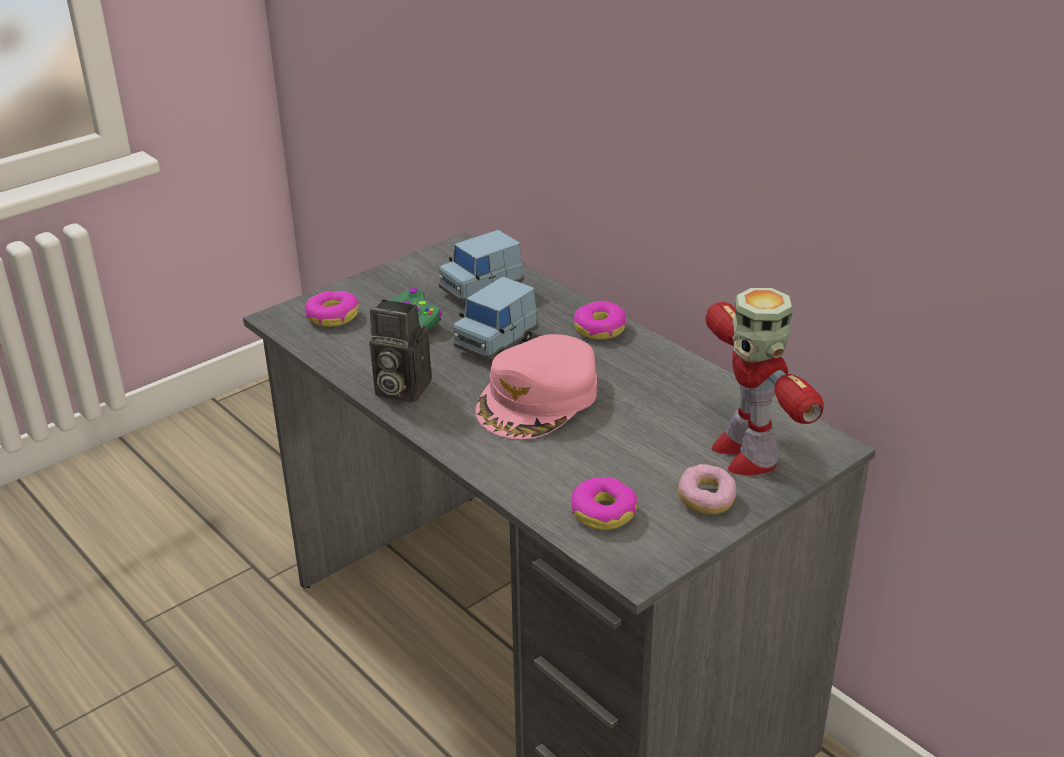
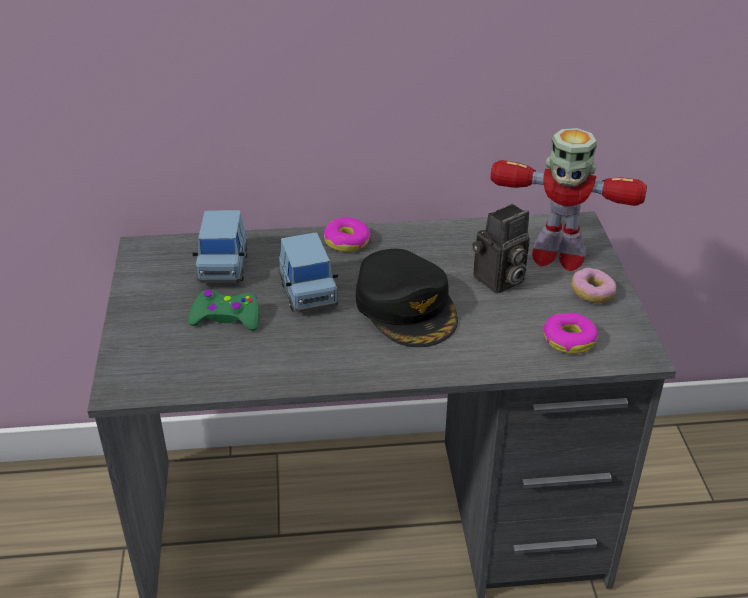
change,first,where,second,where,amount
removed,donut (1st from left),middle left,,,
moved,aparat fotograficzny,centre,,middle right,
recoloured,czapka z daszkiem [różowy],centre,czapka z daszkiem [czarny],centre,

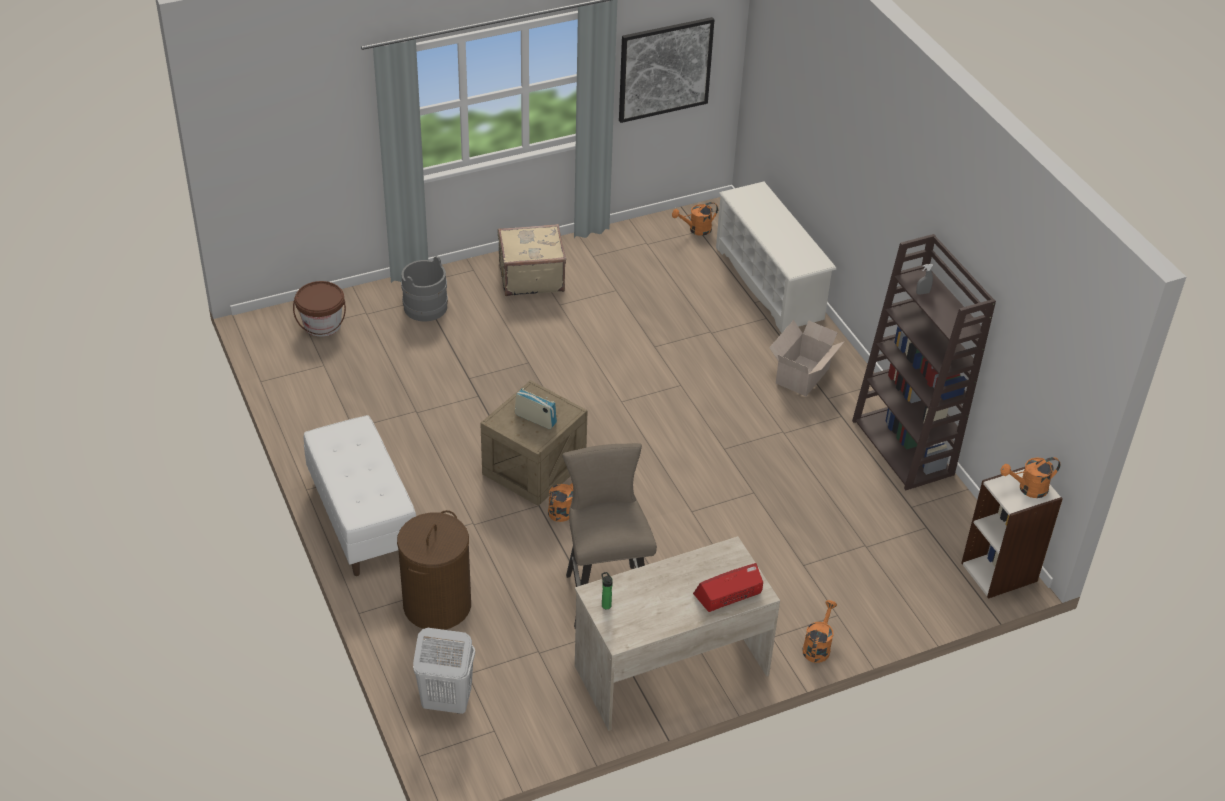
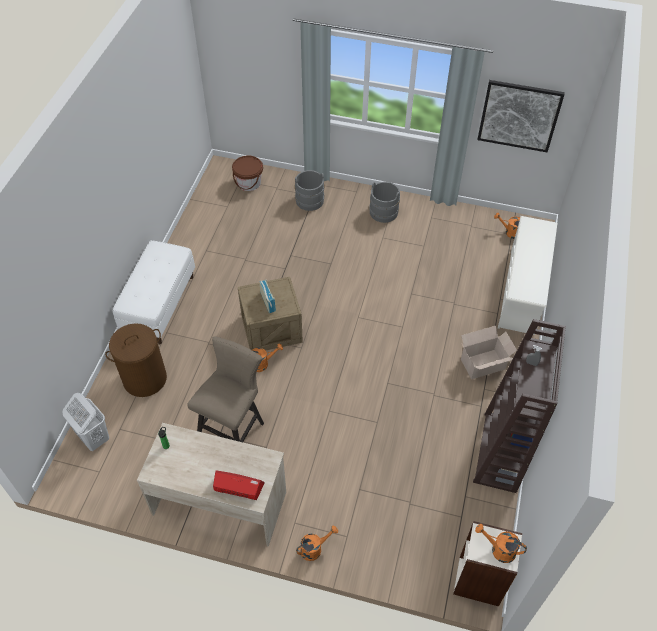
change,first,where,second,where,amount
replaced,walizka [beżowy],top centre,wiadro [szary] (2nd from left),top centre,

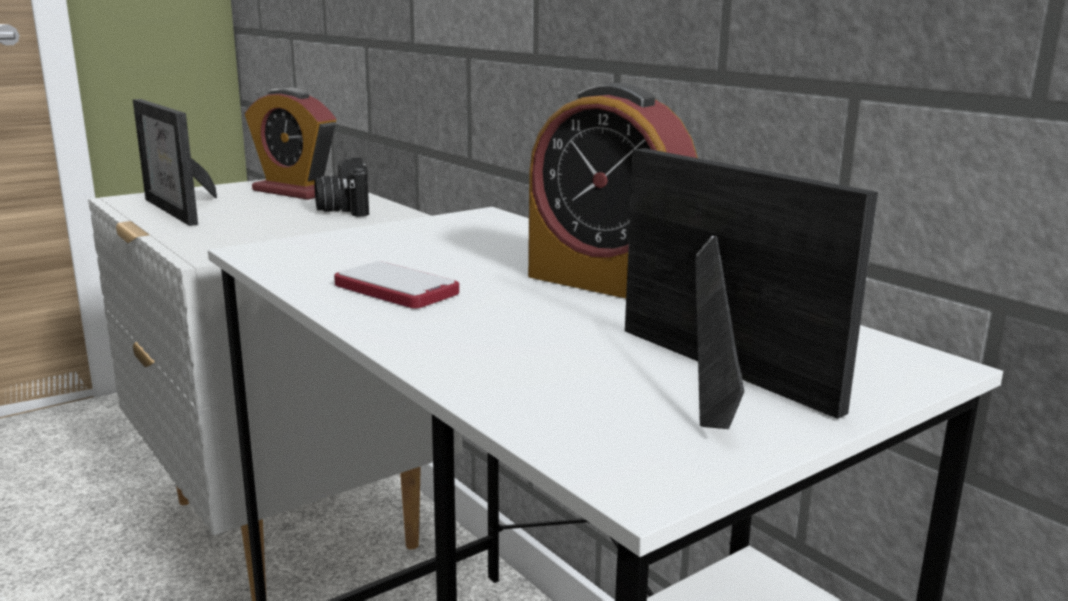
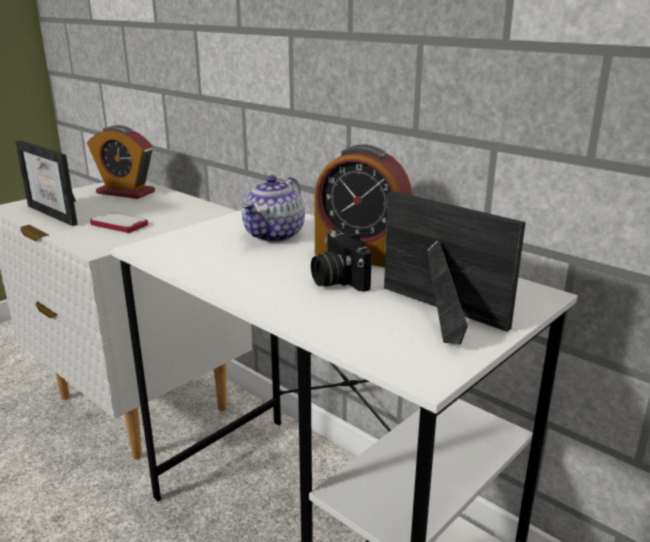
change,first,where,second,where,amount
moved,aparat fotograficzny,top left,,centre,
moved,telefon,centre,,middle left,
added,,,imbryk,centre,

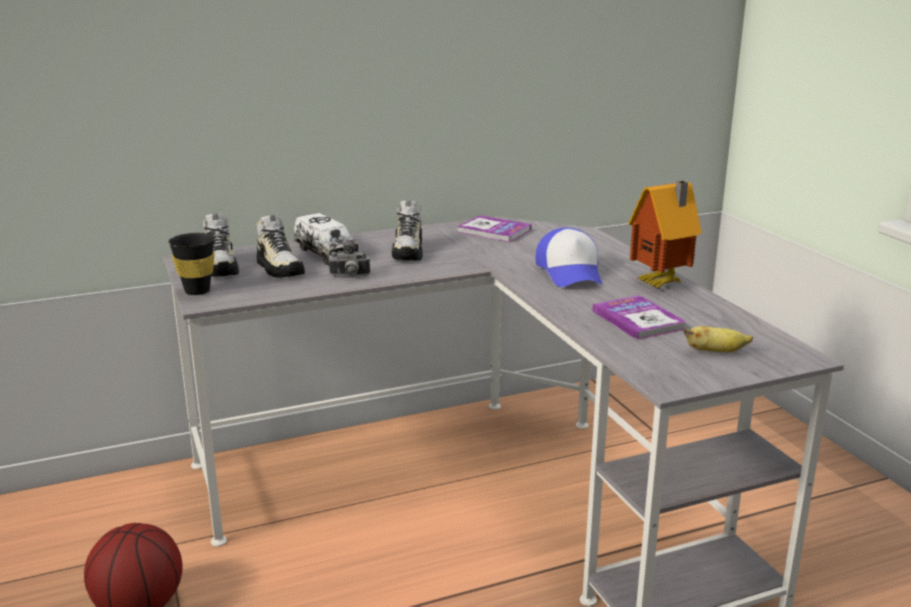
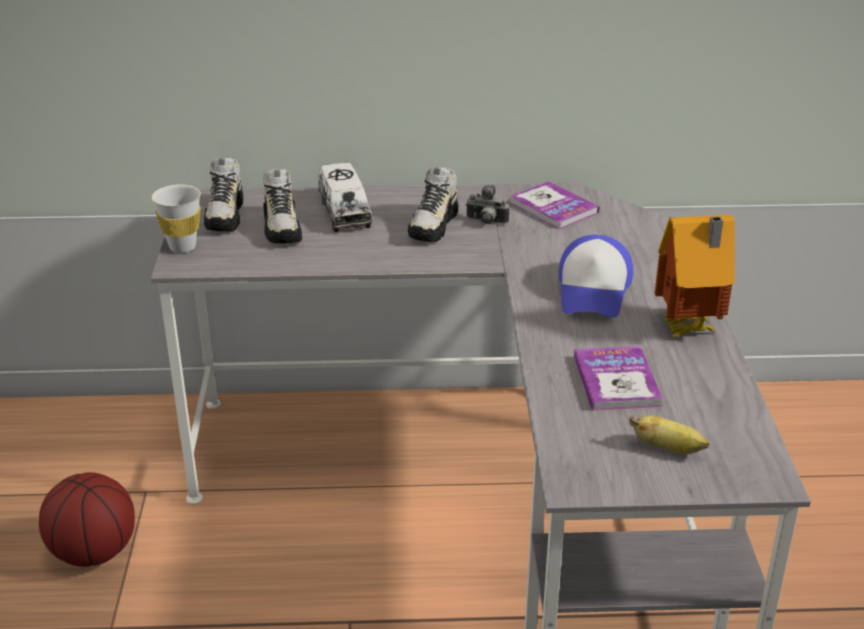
change,first,where,second,where,amount
recoloured,filiżanka [czarny],middle left,filiżanka [biały],middle left,
moved,aparat fotograficzny,centre,,top centre,

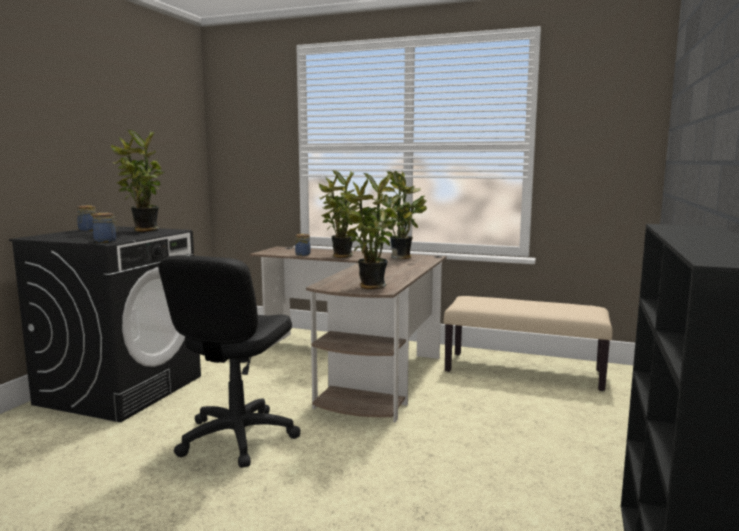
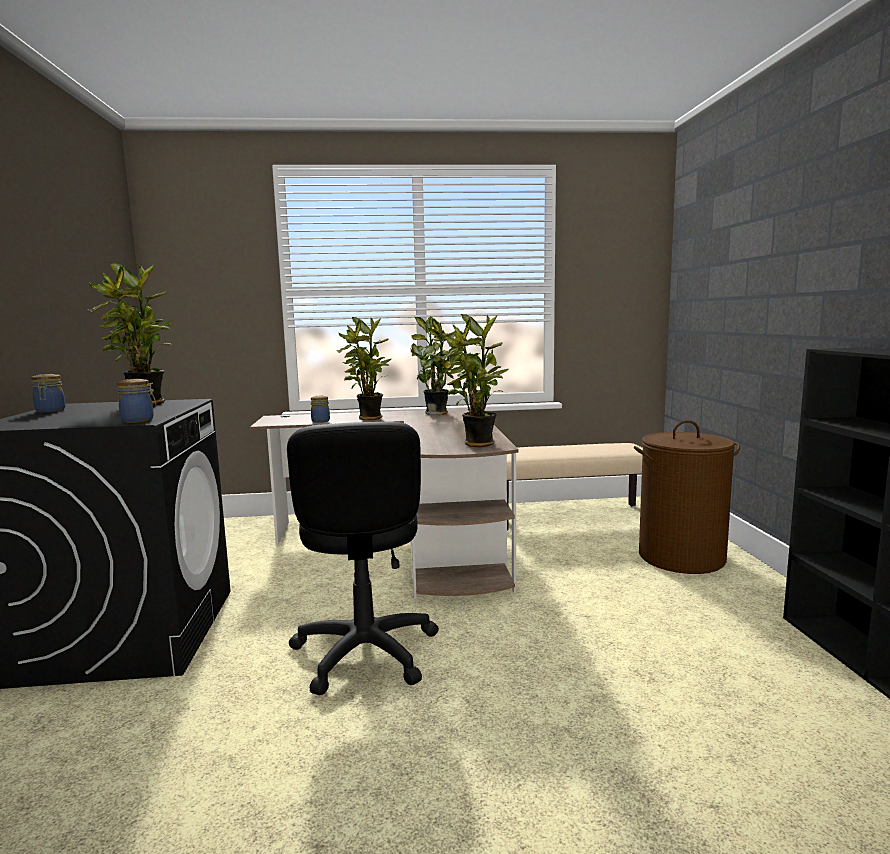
change,first,where,second,where,amount
added,,,kosz na pranie [brązowy],middle right,

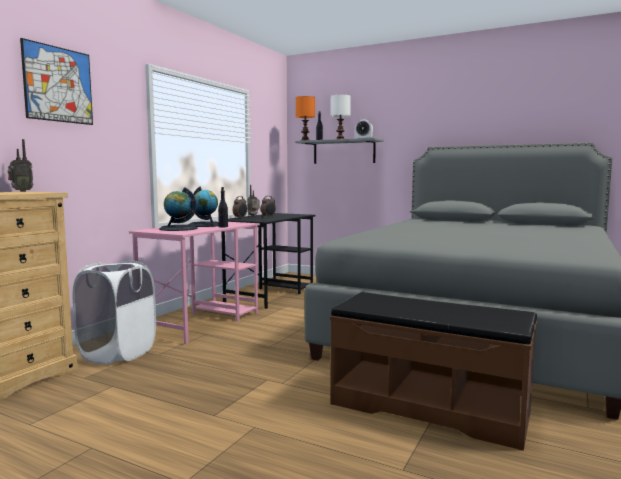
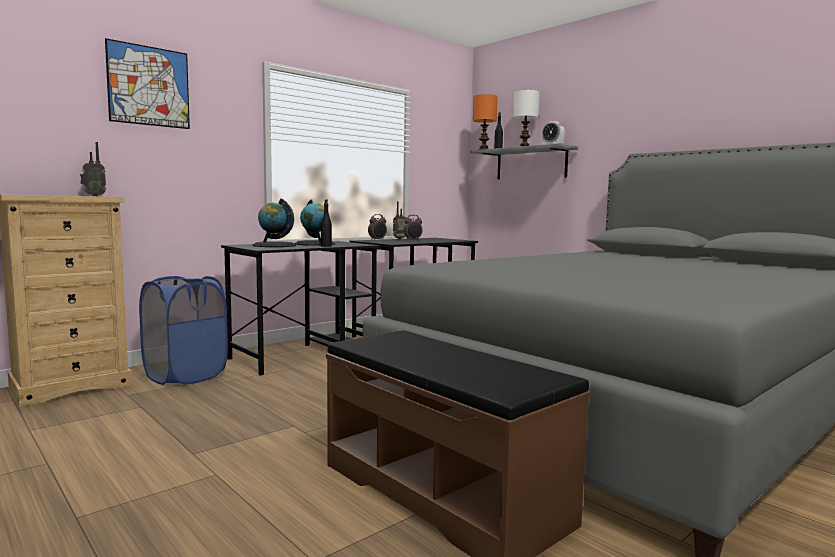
change,first,where,second,where,amount
recoloured,kosz na pranie [biały],middle left,kosz na pranie [niebieski],middle left,
recoloured,biurko [różowy],middle left,biurko [czarny] (1st from left),centre,

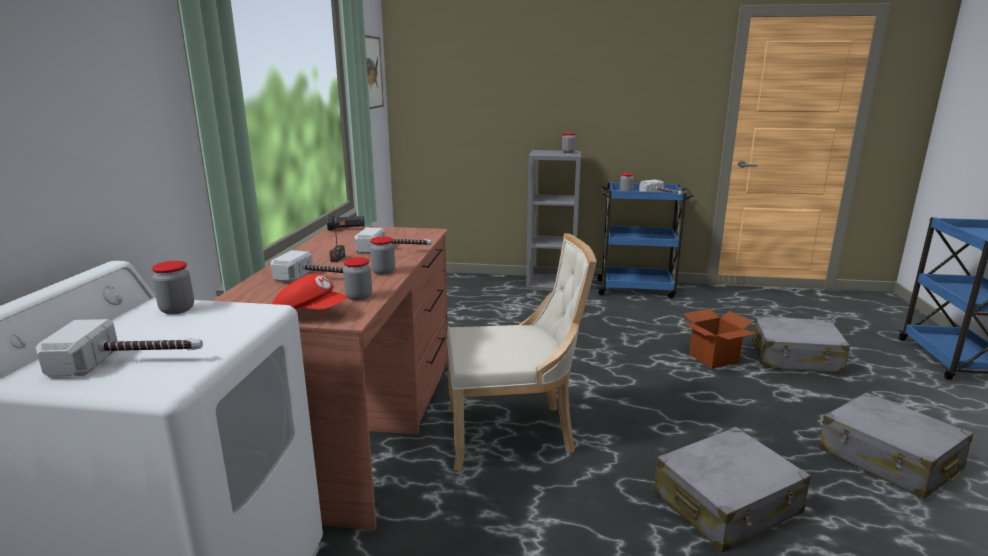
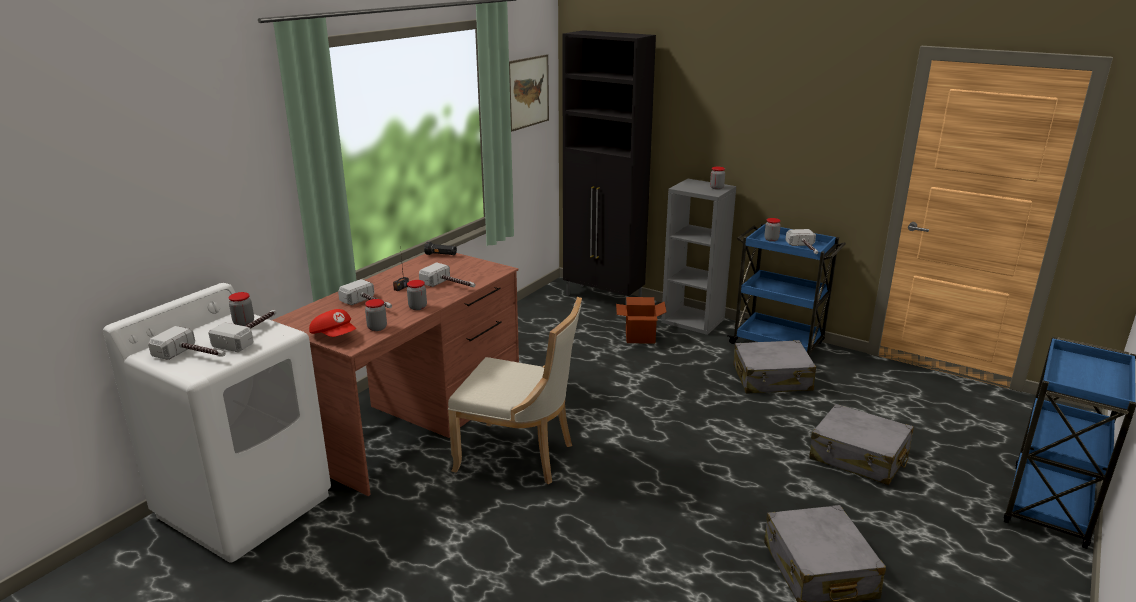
change,first,where,second,where,amount
moved,walizka [szary] (1st from left),bottom right,,middle right,
moved,karton,middle right,,centre,
added,,,młotek (2nd from left),middle left,
added,,,szafka [czarny],top centre,

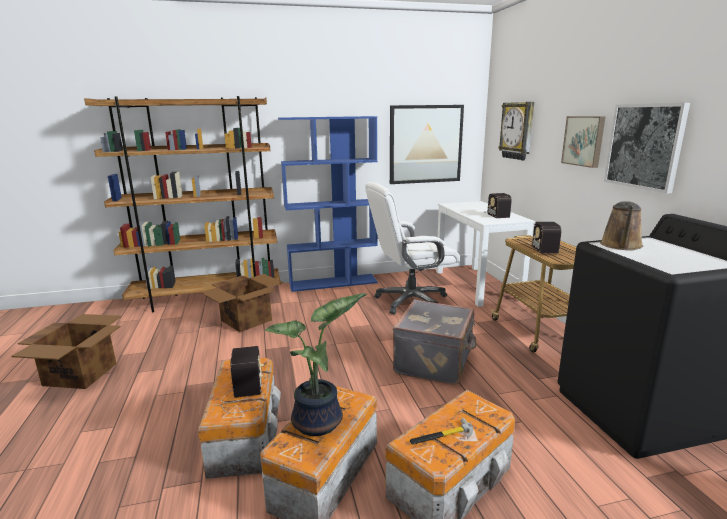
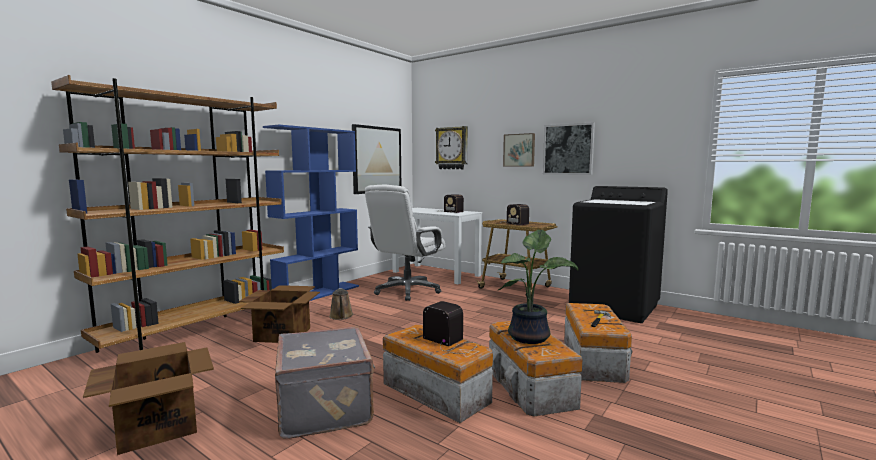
change,first,where,second,where,amount
moved,walizka [szary],centre,,bottom centre,
moved,konewka [brązowy],middle right,,centre,

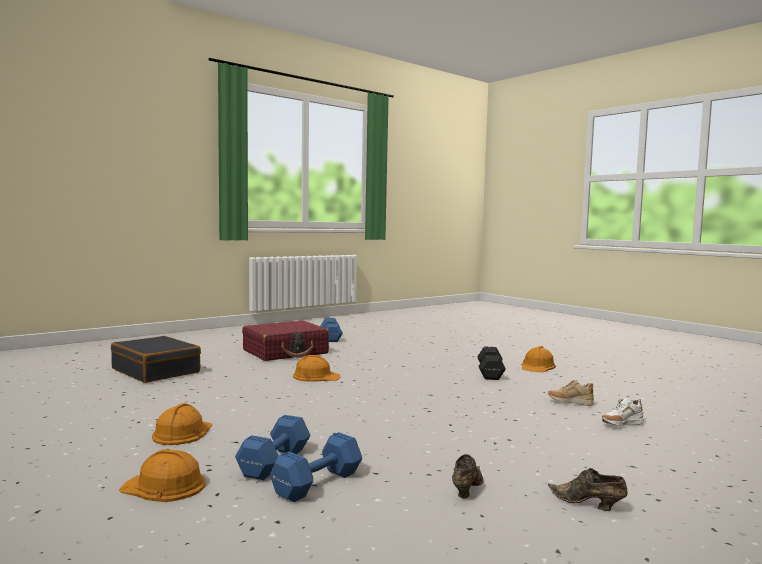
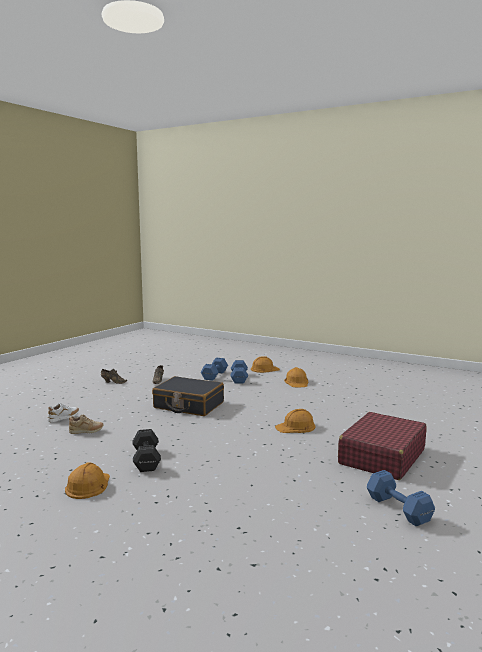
change,first,where,second,where,amount
moved,walizka [czarny],middle left,,centre,

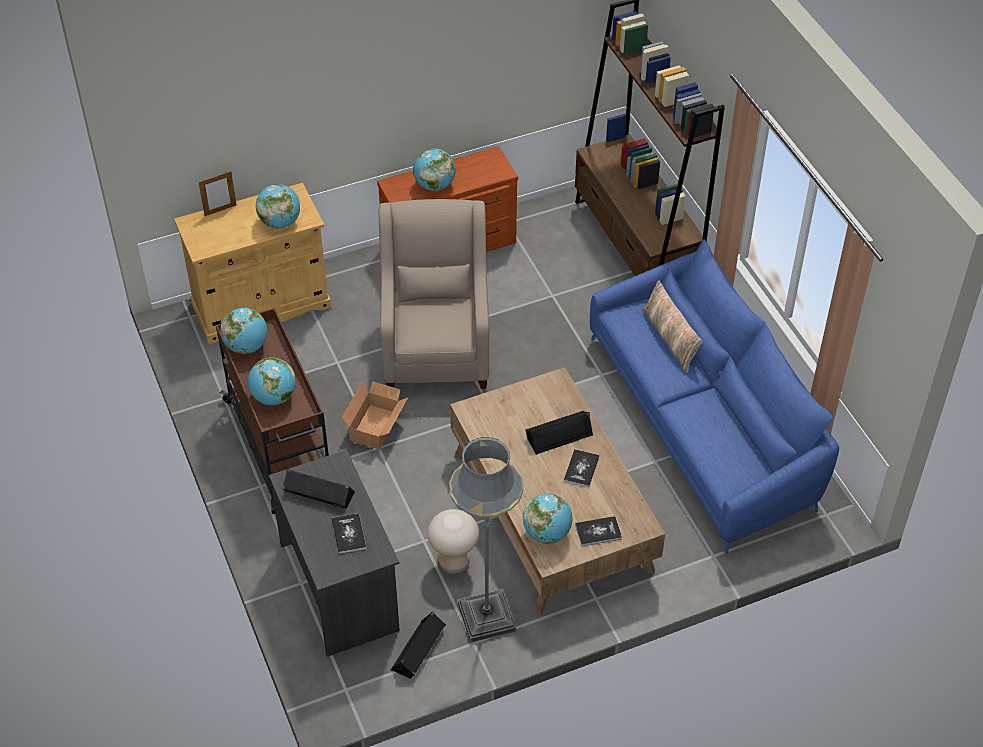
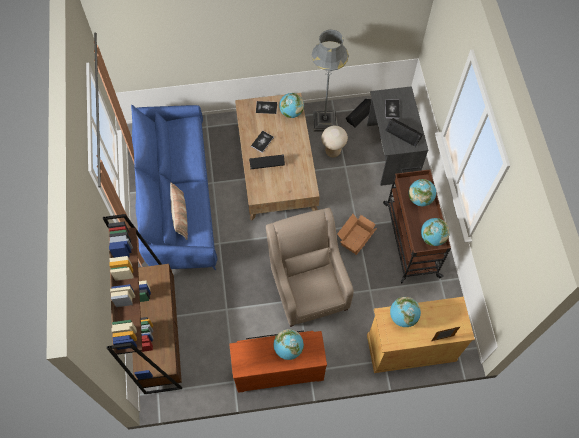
change,first,where,second,where,amount
turned,fotel [beżowy],centre,,centre,150 degrees clockwise

